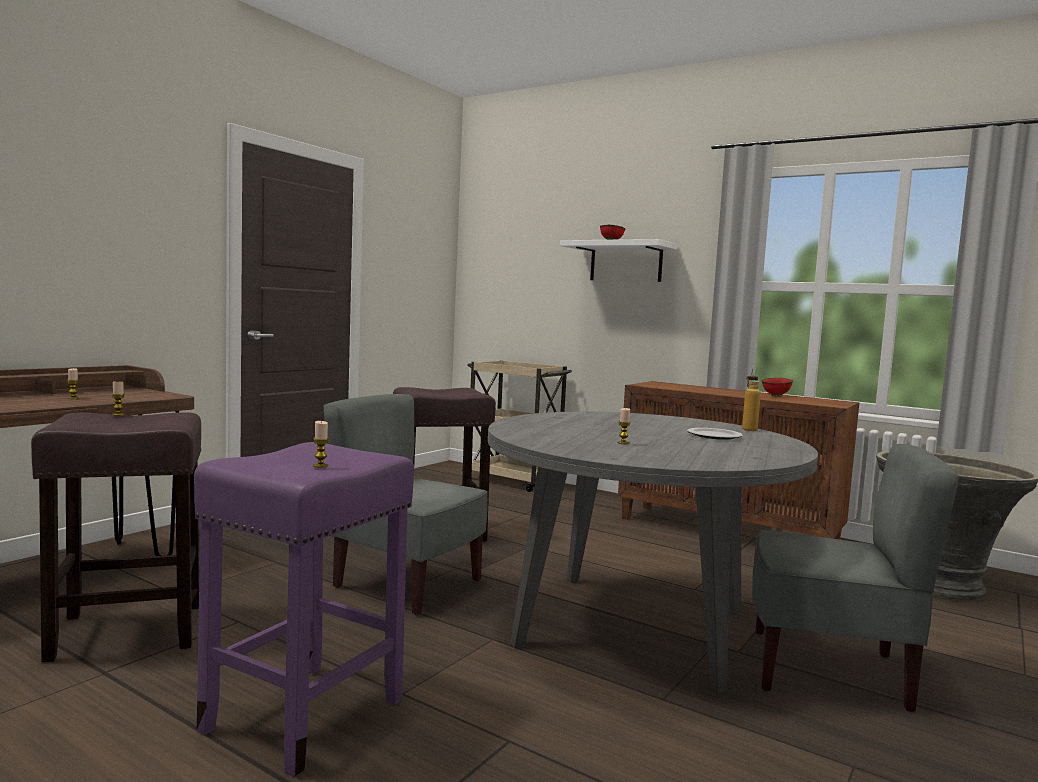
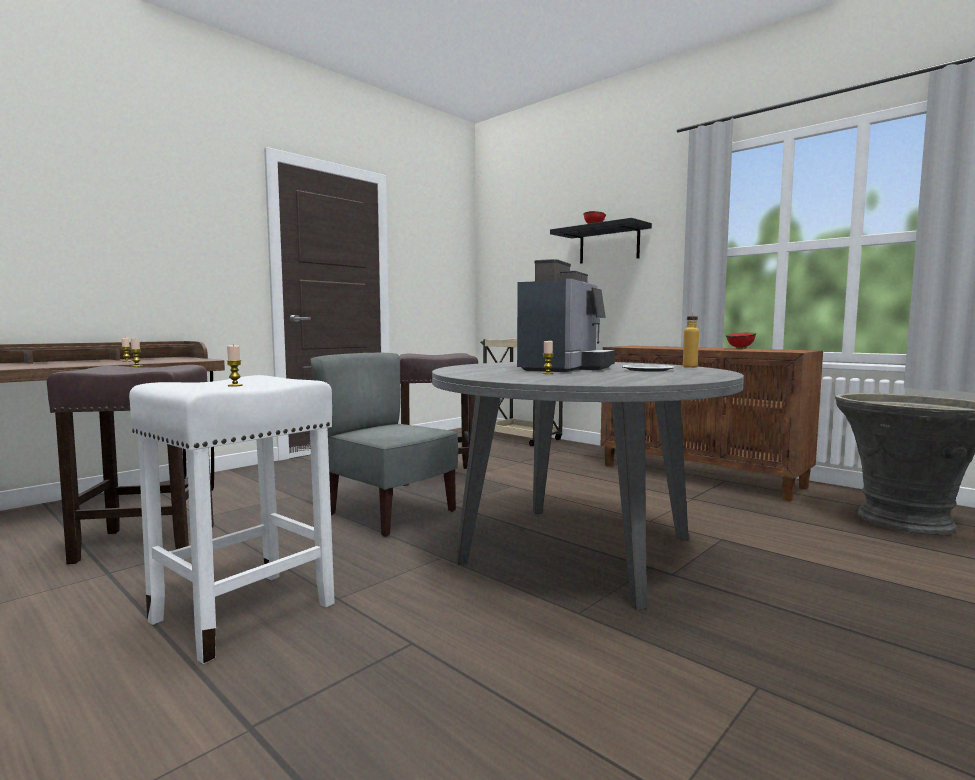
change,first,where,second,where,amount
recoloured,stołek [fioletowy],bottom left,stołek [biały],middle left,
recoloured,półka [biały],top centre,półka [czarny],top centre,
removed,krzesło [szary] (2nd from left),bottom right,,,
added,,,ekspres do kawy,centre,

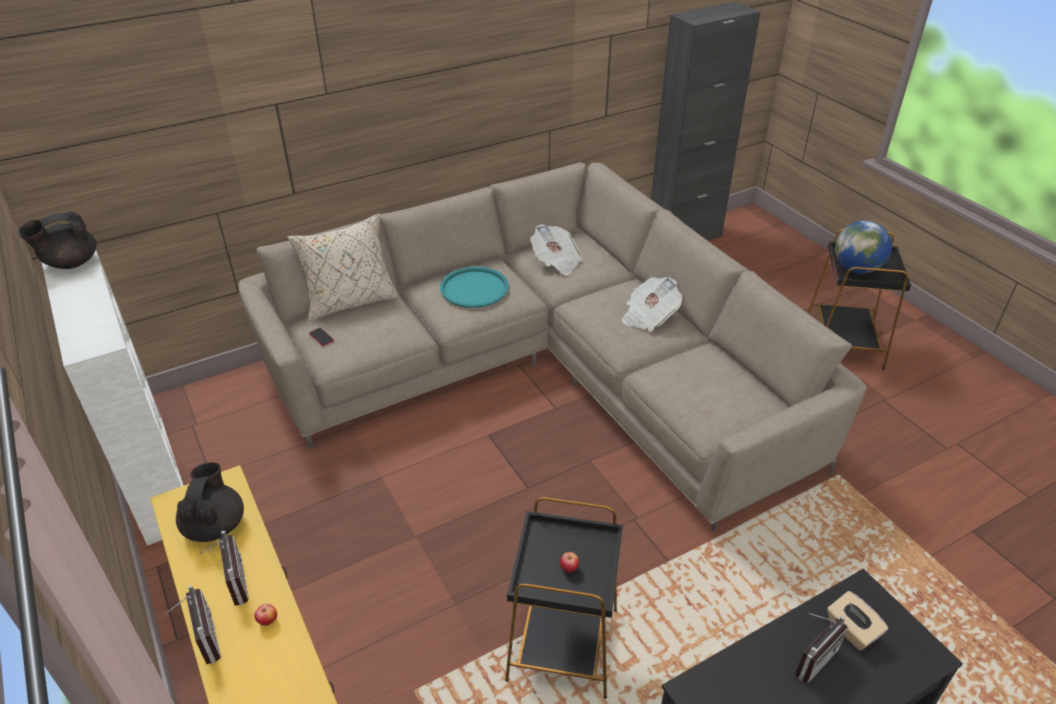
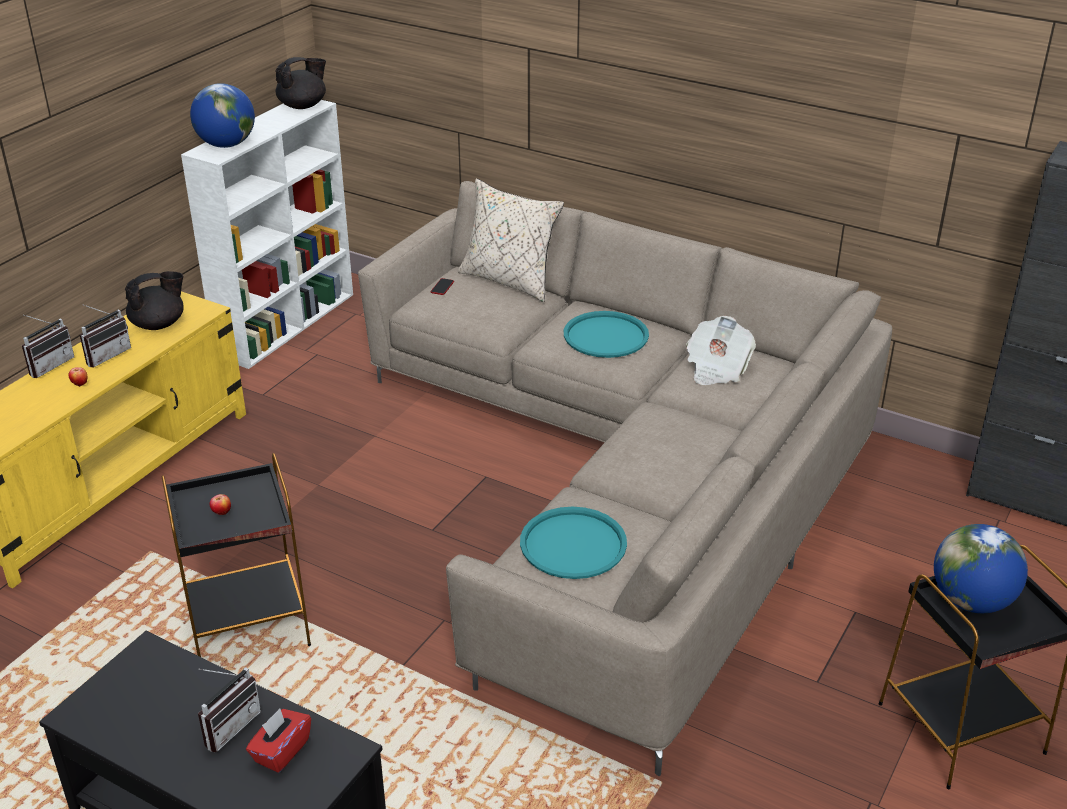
change,first,where,second,where,amount
turned,imbryk [czarny] (1st from left in the first image),middle left,imbryk [czarny] (2nd from left),top left,120 degrees clockwise
removed,gazeta (2nd from left),centre,,,
turned,radio (3rd from left),bottom right,,bottom left,75 degrees counterclockwise
recoloured,pudełko chusteczek [beżowy],bottom right,pudełko chusteczek [czerwony],bottom left,
added,,,globus (1st from left),top left,
added,,,taca [turkusowy] (1st from left),bottom centre,

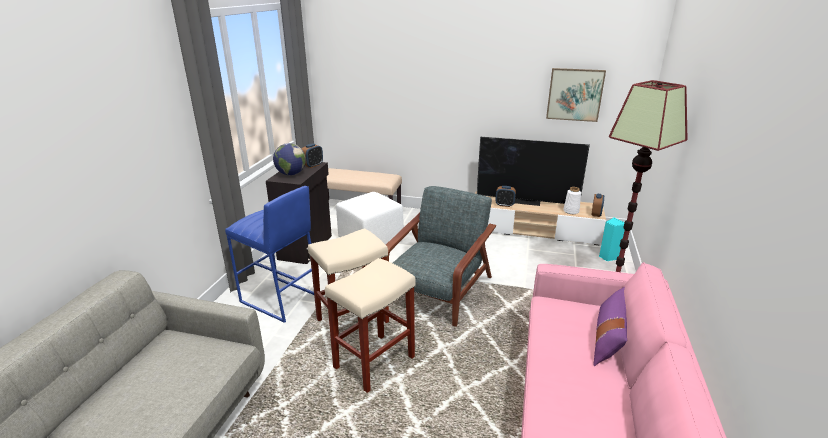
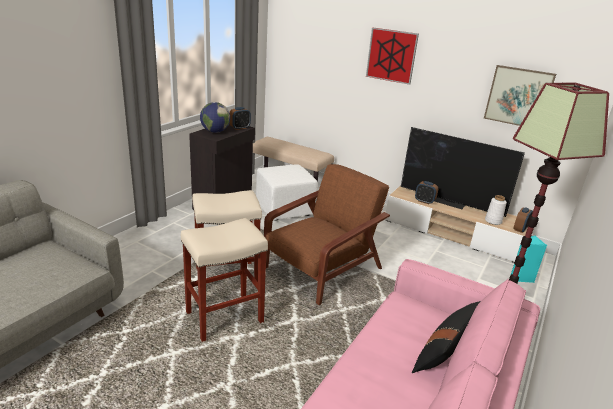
change,first,where,second,where,amount
removed,stołek [niebieski],middle left,,,
recoloured,fotel [szary],centre,fotel [brązowy],centre,
recoloured,poduszka [fioletowy],bottom right,poduszka [czarny],bottom right,
added,,,obraz (1st from left),top centre,

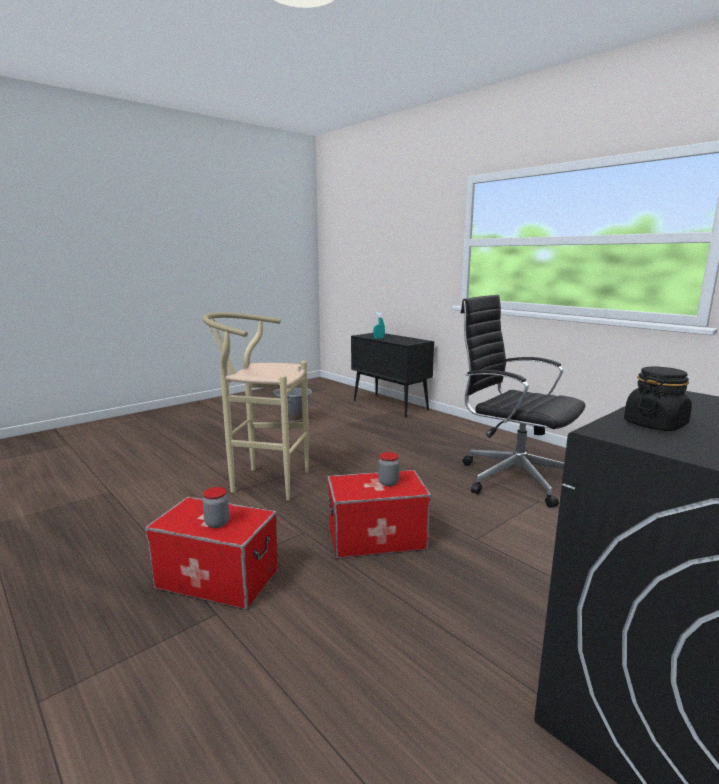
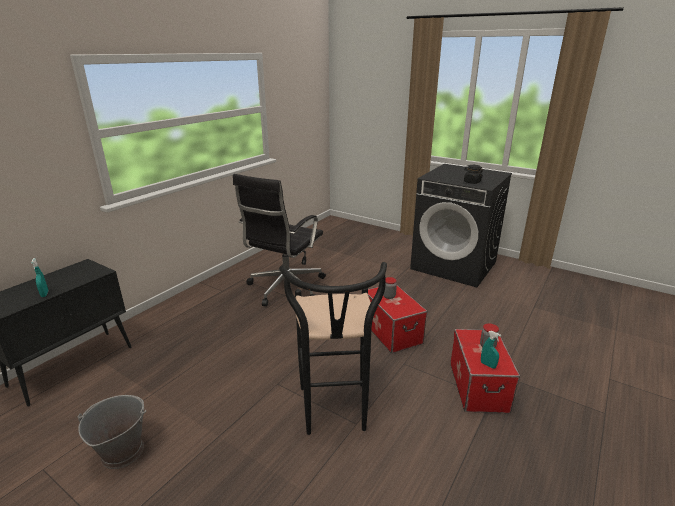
change,first,where,second,where,amount
recoloured,stołek [beżowy],centre,stołek [czarny],bottom centre,
added,,,spryskiwacz [turkusowy] (2nd from left),bottom right,

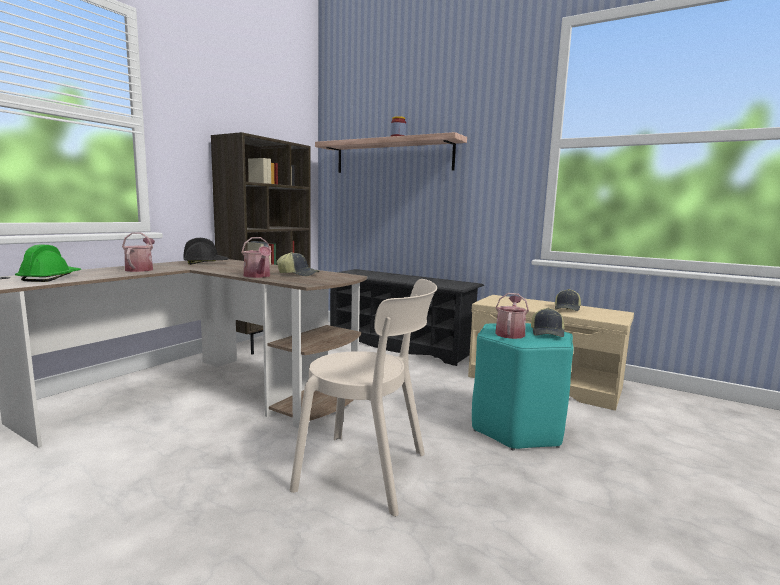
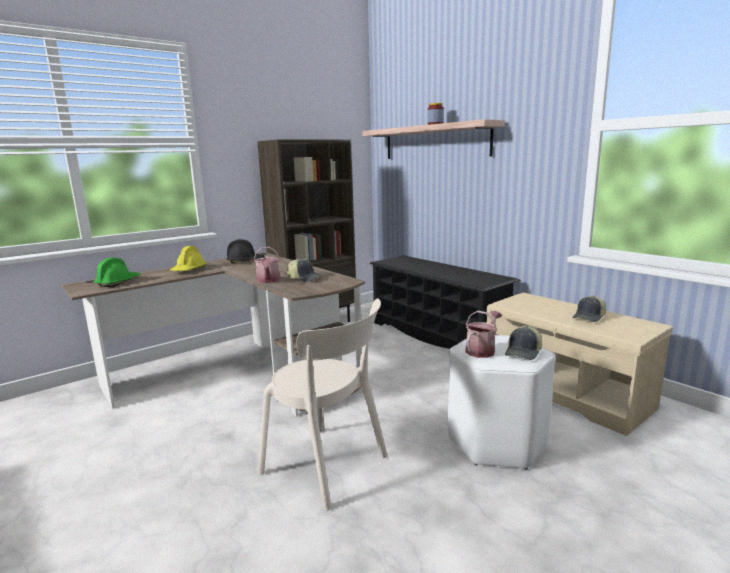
change,first,where,second,where,amount
replaced,konewka (1st from left),middle left,kask [żółty],middle left,
recoloured,stołek [turkusowy],middle right,stołek [biały],bottom right,

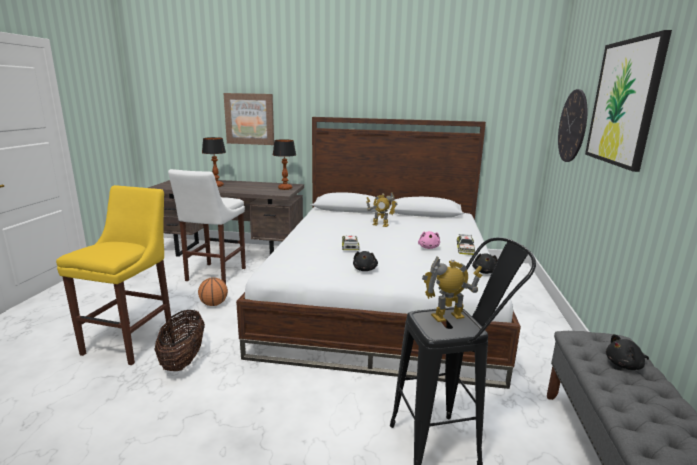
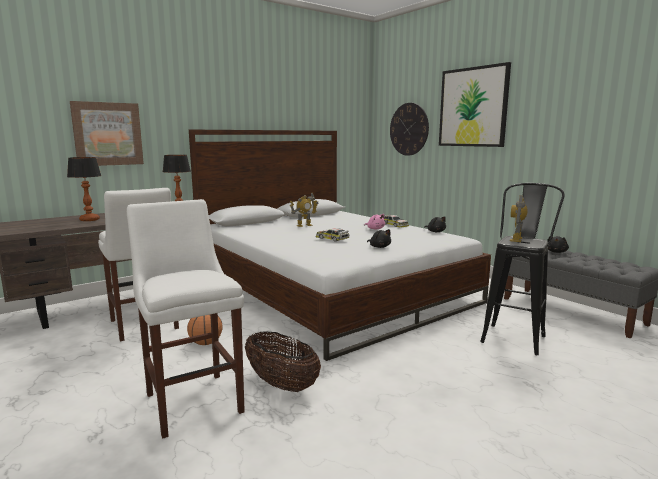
change,first,where,second,where,amount
recoloured,stołek [żółty],middle left,stołek [biały] (2nd from left),middle left,

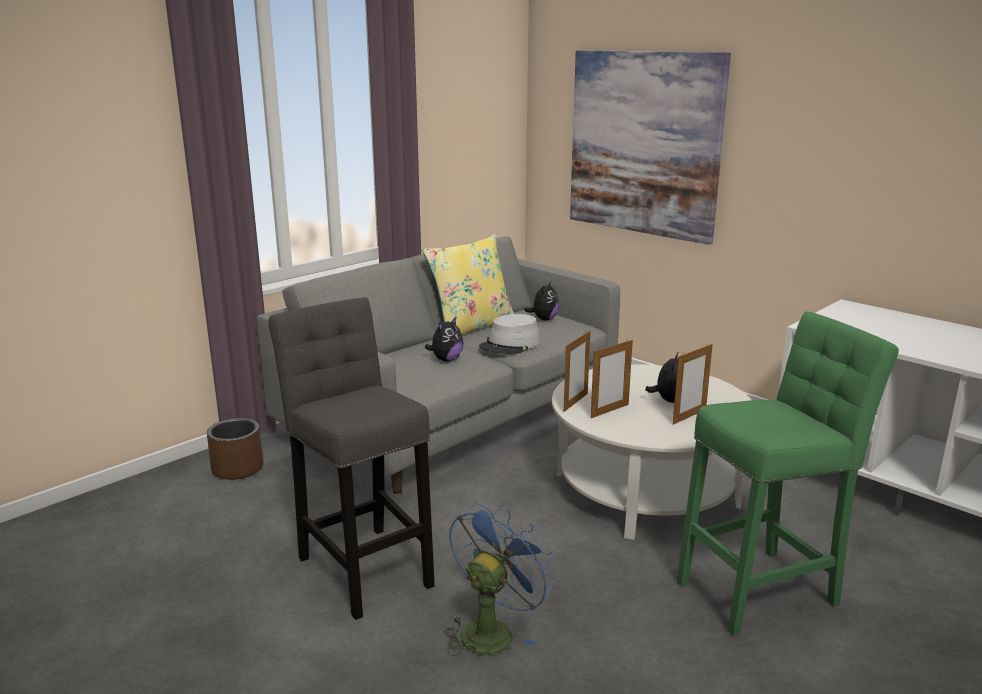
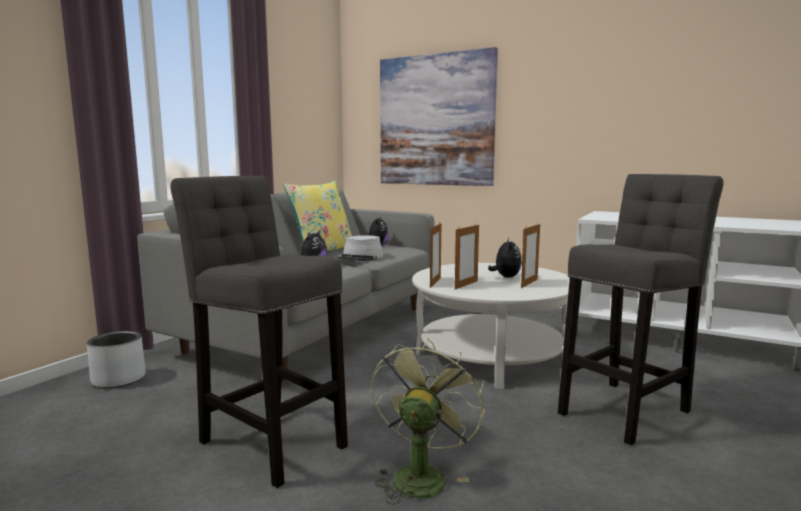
change,first,where,second,where,amount
recoloured,donica [brązowy],middle left,donica [szary],bottom left,
recoloured,wentylator [niebieski],bottom centre,wentylator [zielony],bottom centre,
recoloured,stołek [zielony],bottom right,stołek [szary] (2nd from left),middle right,

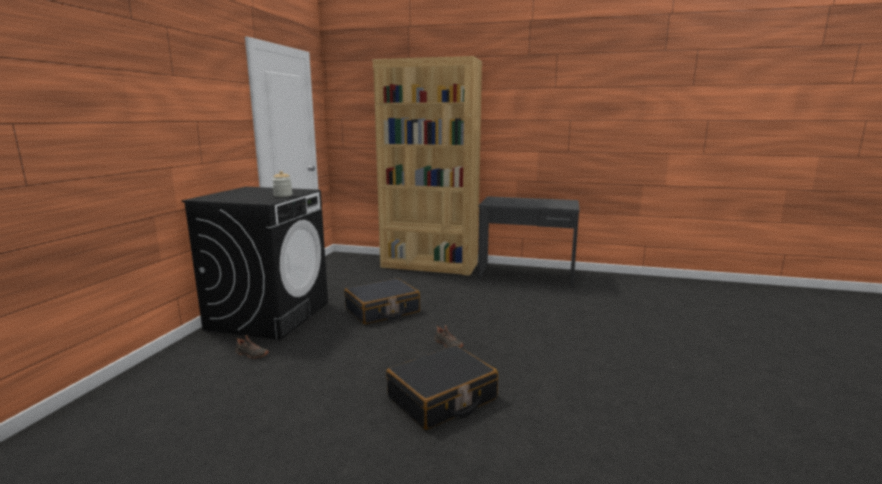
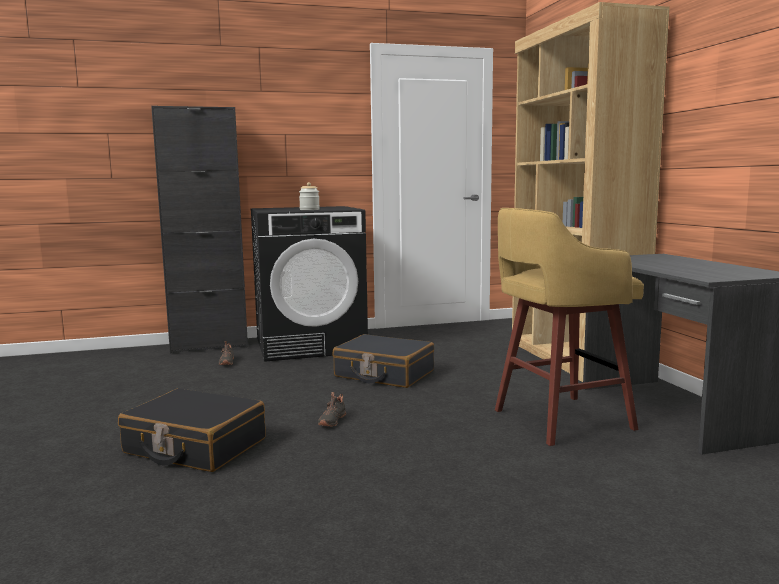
change,first,where,second,where,amount
added,,,szafka [czarny],middle left,
added,,,stołek [żółty],middle right,

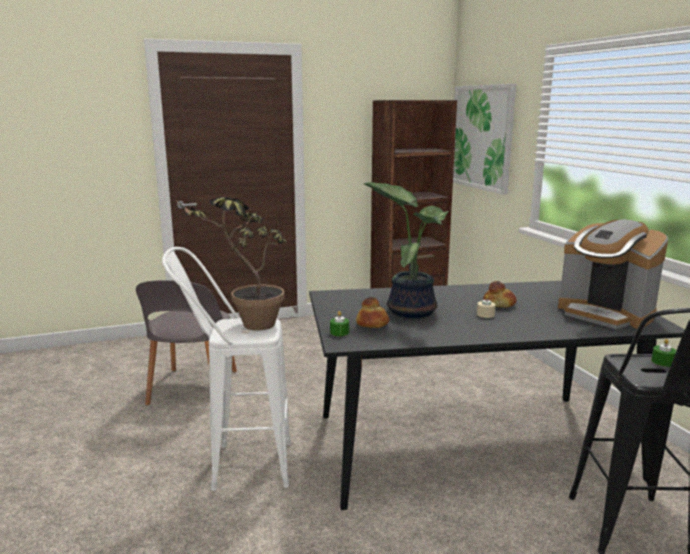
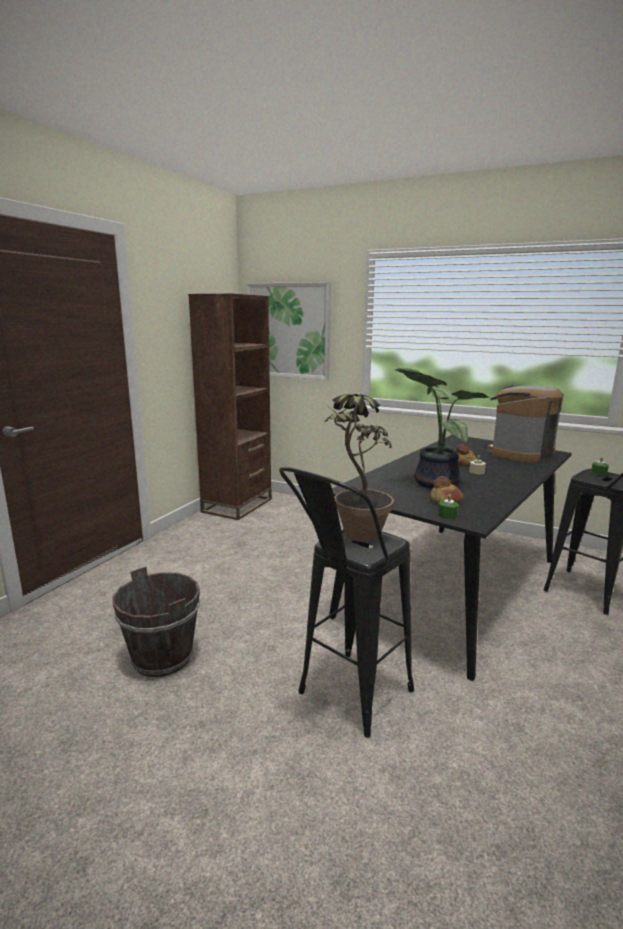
change,first,where,second,where,amount
replaced,krzesło [szary],middle left,wiadro [brązowy],bottom left,
recoloured,stołek [biały],middle left,stołek [czarny] (1st from left),centre,
turned,ekspres do kawy,middle right,,middle right,135 degrees clockwise

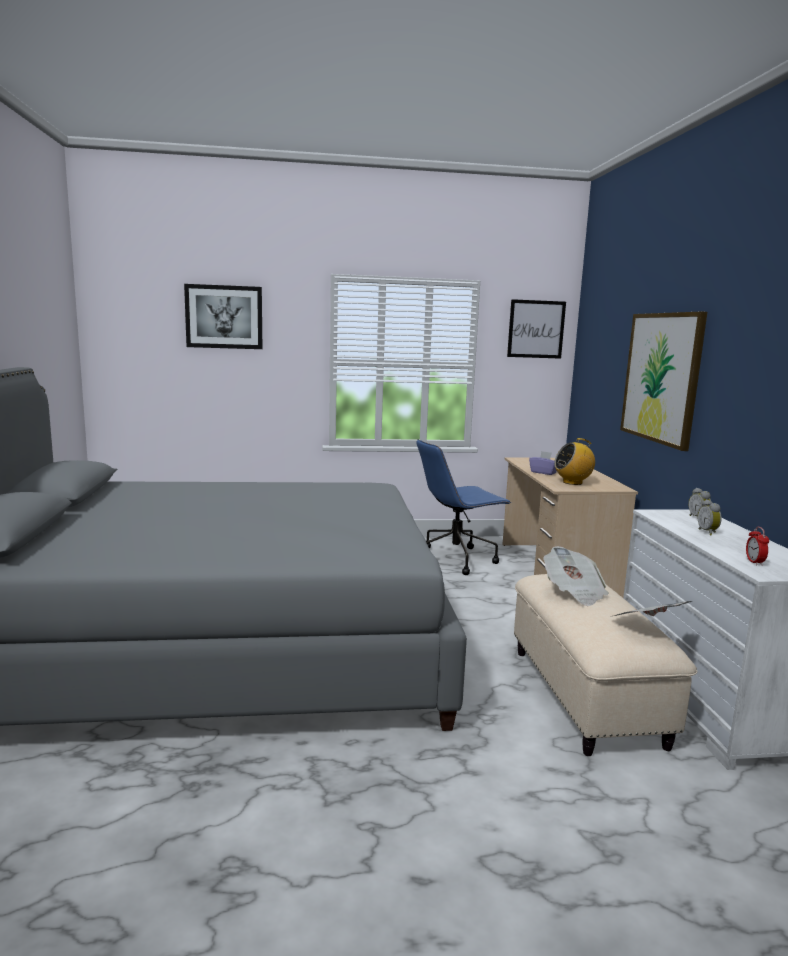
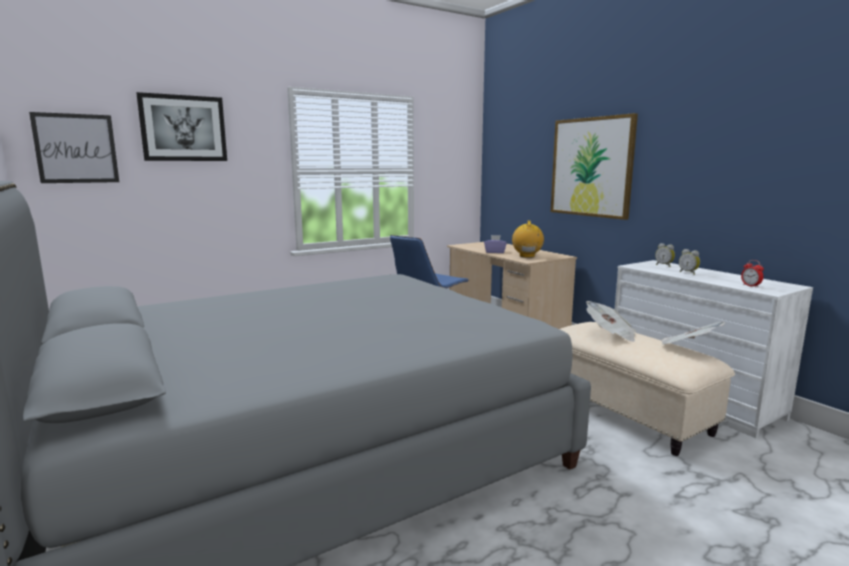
change,first,where,second,where,amount
moved,obraz (2nd from left in the first image),middle right,obraz (1st from left),top left,
turned,radio,middle right,,centre,135 degrees clockwise

